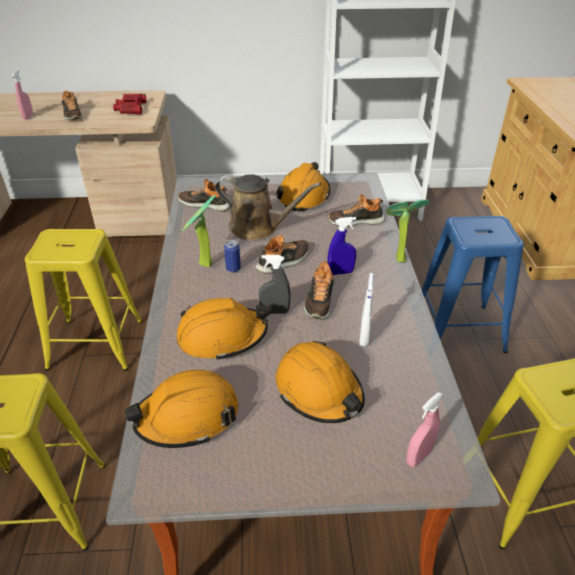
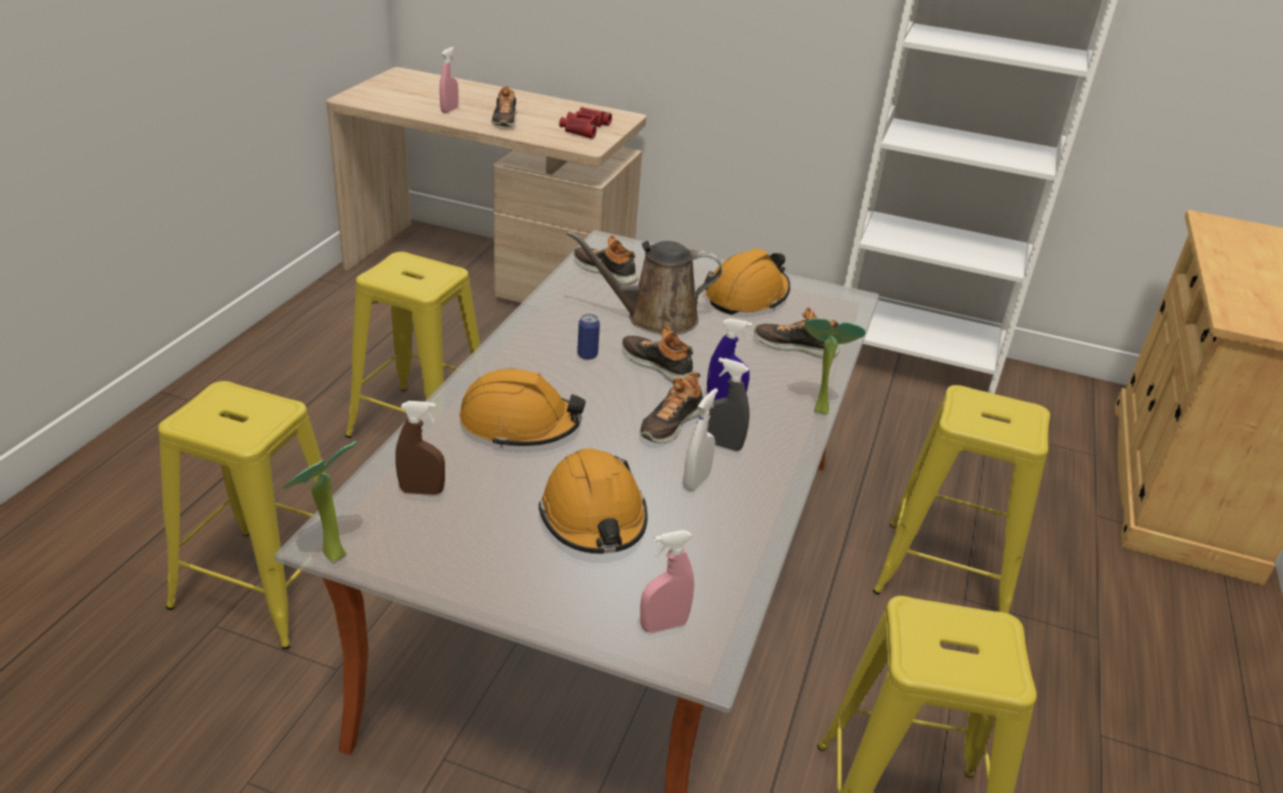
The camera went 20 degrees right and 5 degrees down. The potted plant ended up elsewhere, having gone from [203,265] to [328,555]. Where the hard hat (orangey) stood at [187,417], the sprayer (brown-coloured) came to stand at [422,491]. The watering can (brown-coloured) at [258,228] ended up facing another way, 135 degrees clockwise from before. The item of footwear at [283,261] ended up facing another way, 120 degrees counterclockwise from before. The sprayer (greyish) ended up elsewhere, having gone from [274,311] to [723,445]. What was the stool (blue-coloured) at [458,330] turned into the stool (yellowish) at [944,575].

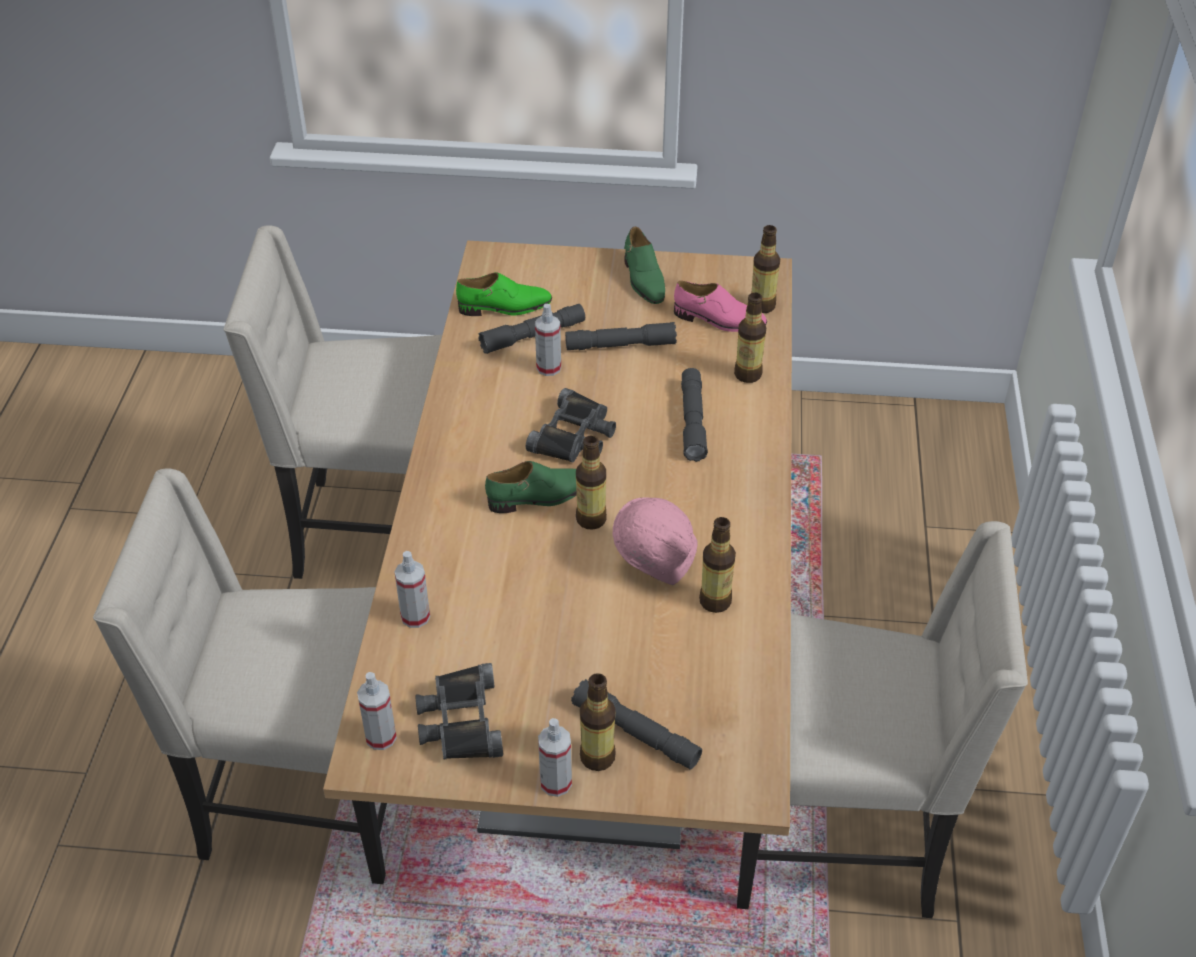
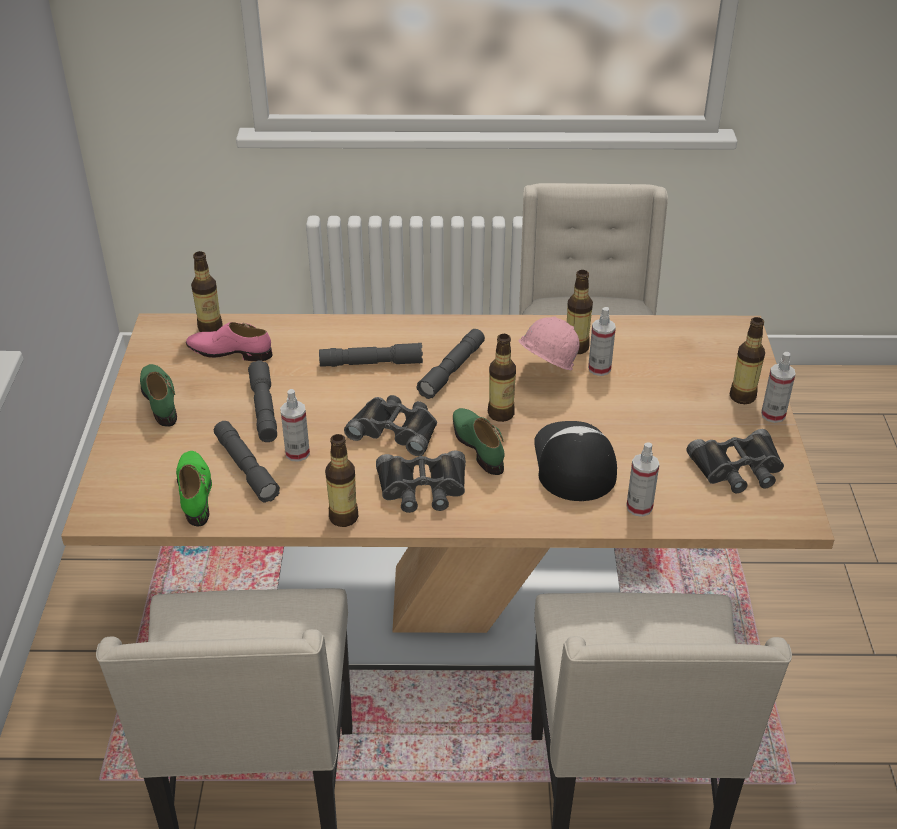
The camera went 95 degrees left and 5 degrees down. The item of footwear (greenish) at [643,280] ended up facing another way, 90 degrees counterclockwise from before. The item of footwear (pinkish) at [719,320] ended up facing another way, 90 degrees counterclockwise from before. The drink bottle ended up elsewhere, having gone from [748,374] to [343,517]. The second view gained the binoculars (blackish) at [422,488]. The torch (greyish) ended up elsewhere, having gone from [636,733] to [452,370]. The second view gained the baseball cap at [573,462]. The sprayer ended up elsewhere, having gone from [381,737] to [599,369].

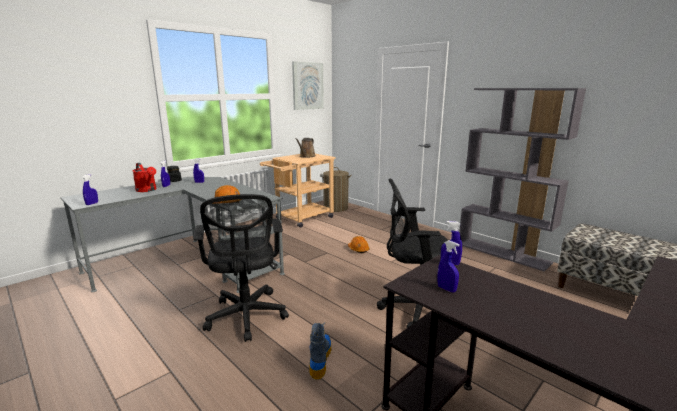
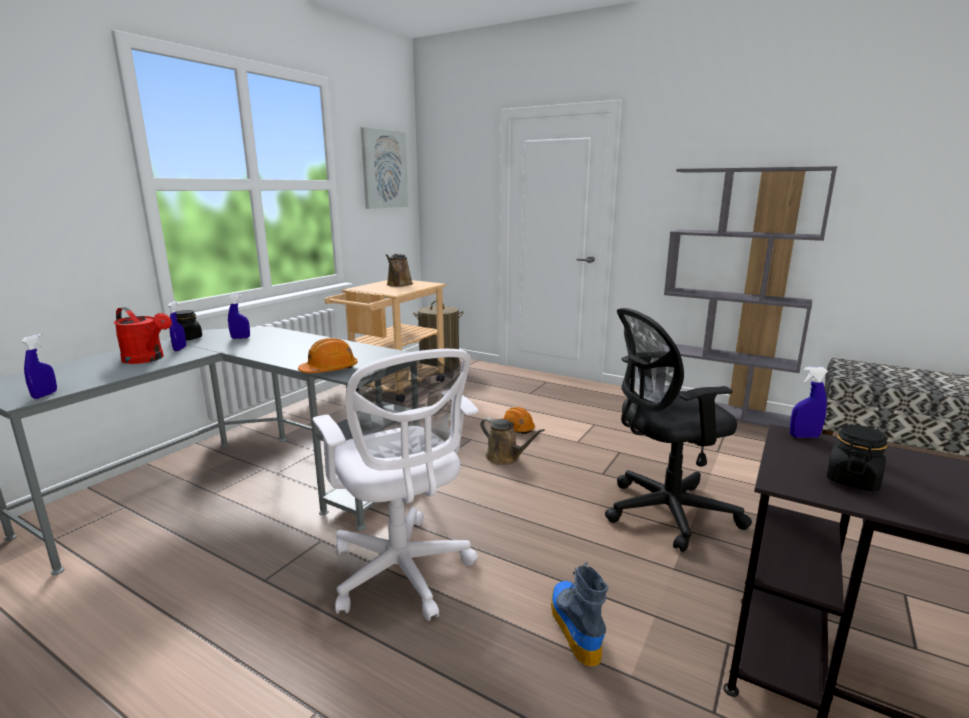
The camera went 15 degrees left and 0 degrees up. What was the office chair (blackish) at [246,317] turned into the office chair (white) at [402,574]. The second view gained the watering can (brown-coloured) at [505,457]. Where the sprayer (blue-coloured) stood at [446,289], the storage jar (blackish) came to stand at [852,480].

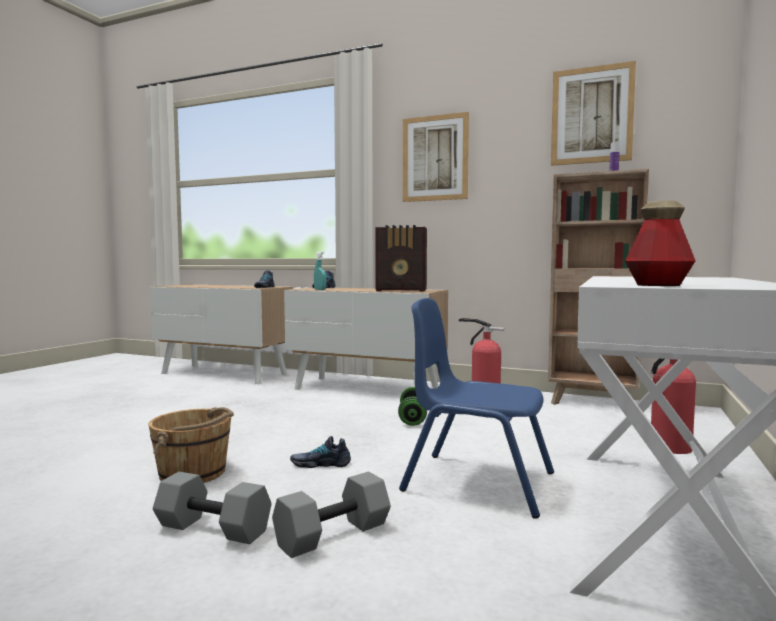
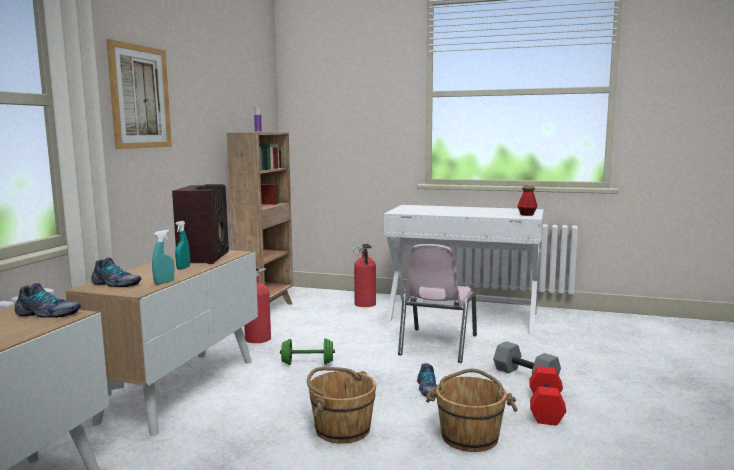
The camera went 95 degrees left and 5 degrees up. The second view gained the sprayer (turquoise) at [183,268]. The second view gained the pail (brown-coloured) at [341,429]. What was the chair (blue-coloured) at [478,482] turned into the chair (pinkish) at [437,345]. What was the hand weight (greyish) at [215,528] turned into the hand weight (red) at [544,408]. The second view lost the wall art at [591,115].

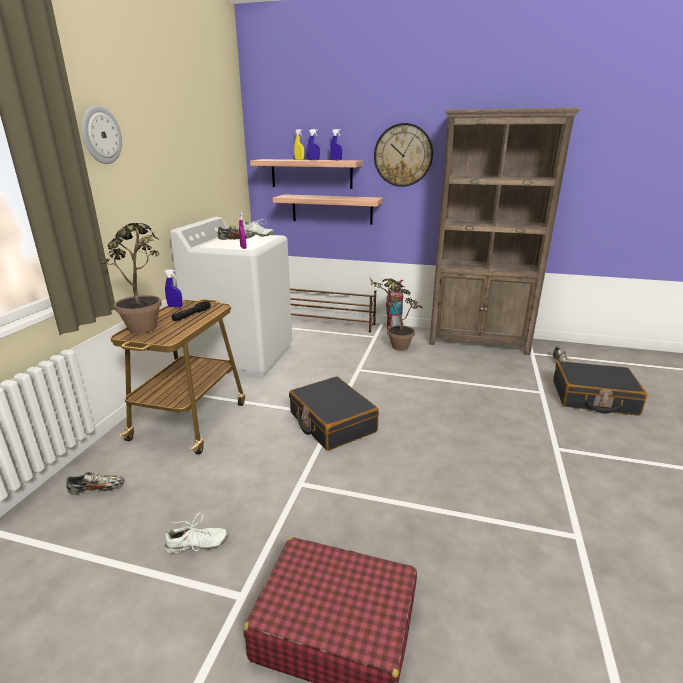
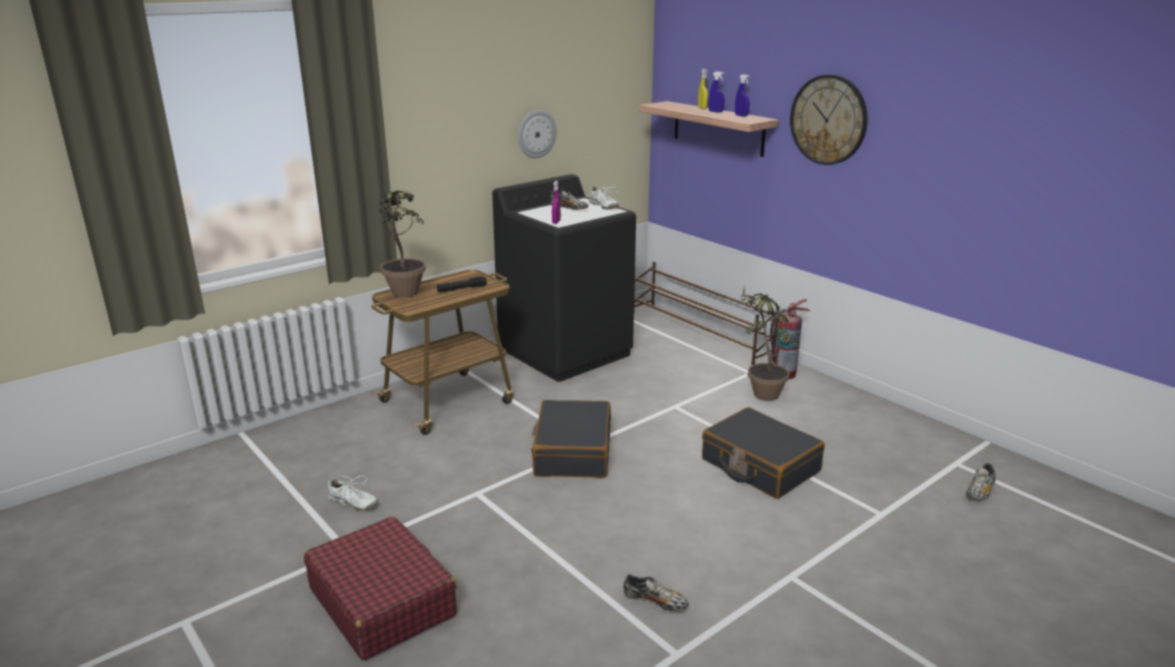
The camera went 35 degrees right and 0 degrees up. What was the laundry appliance (white) at [243,356] turned into the laundry appliance (blackish) at [566,352]. The wall clock ended up elsewhere, having gone from [101,135] to [536,134]. The item of footwear ended up elsewhere, having gone from [97,489] to [655,602]. The suitcase (blackish) ended up elsewhere, having gone from [593,398] to [759,466]. The second view lost the sprayer (blue-coloured) at [175,307]. The second view lost the wall shelf at [332,209]. The second view lost the shelving unit (brown-coloured) at [479,342].

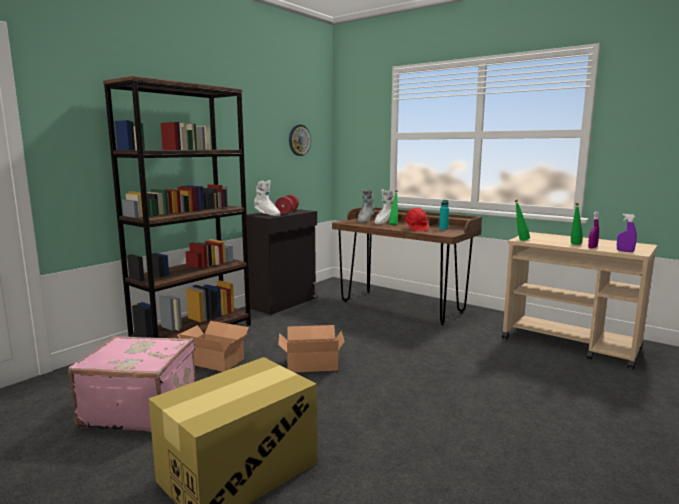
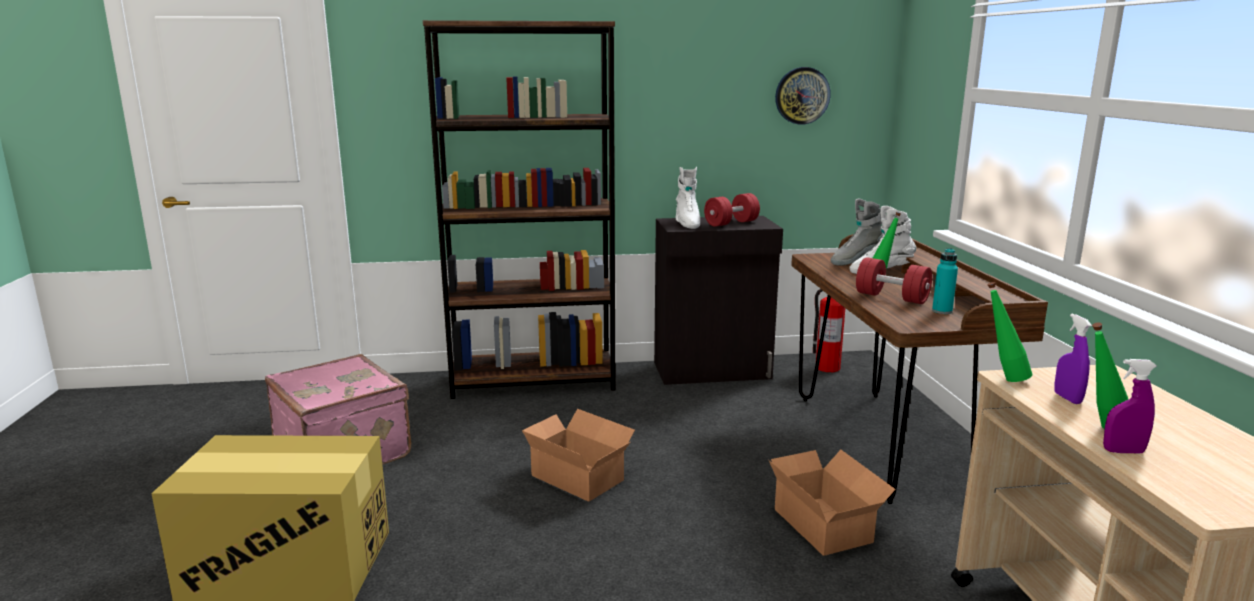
The camera went 45 degrees right and 5 degrees up. The packing box ended up elsewhere, having gone from [215,360] to [824,523]. The second view gained the fire extinguisher at [827,367]. Where the hard hat (red) stood at [416,228], the hand weight (red) came to stand at [891,297]. The sprayer (purple) ended up elsewhere, having gone from [625,251] to [1067,398].

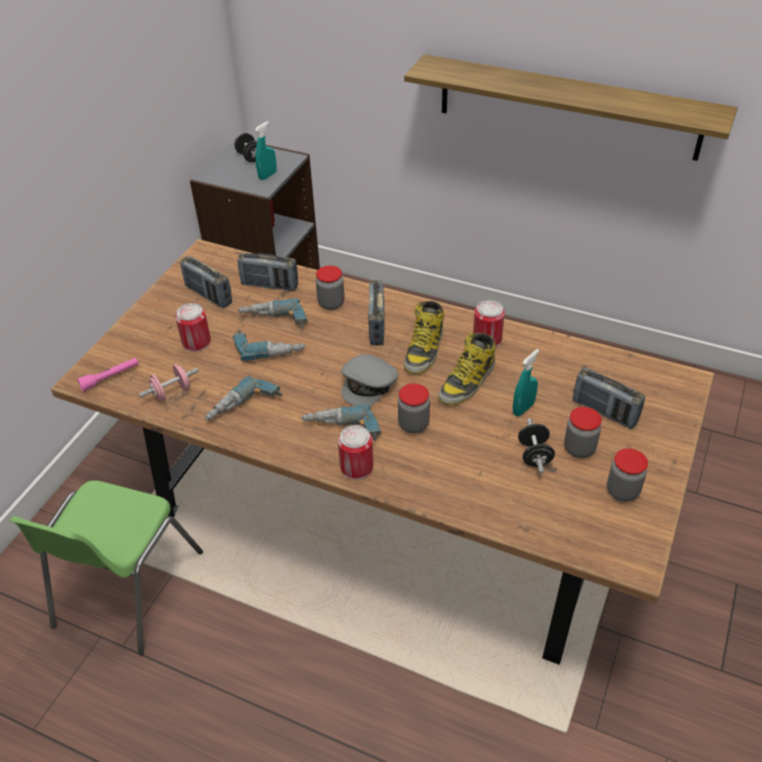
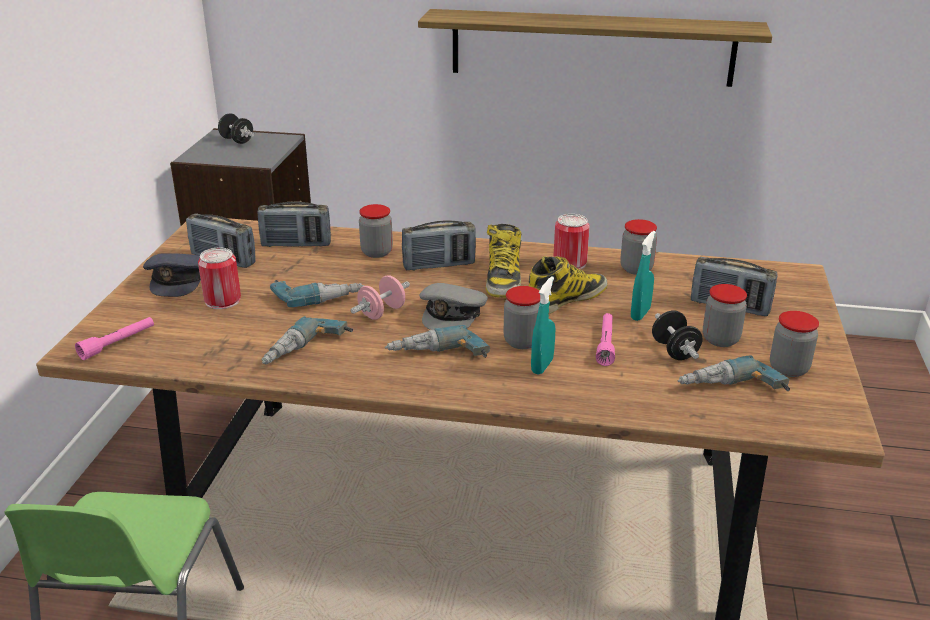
The camera went 15 degrees left and 15 degrees down. The second view gained the baseball cap (greyish) at [179,279]. The hand weight (pinkish) ended up elsewhere, having gone from [172,393] to [382,312]. The radio receiver at [376,326] ended up facing another way, 90 degrees counterclockwise from before. The high-top boot at [467,381] ended up facing another way, 150 degrees counterclockwise from before. The sprayer (turquoise) ended up elsewhere, having gone from [268,175] to [542,366]. The second view gained the torch (pinkish) at [605,344]. The second view gained the storage jar at [636,269]. The drill ended up elsewhere, having gone from [273,322] to [732,391]. The second view lost the metal can at [356,467].

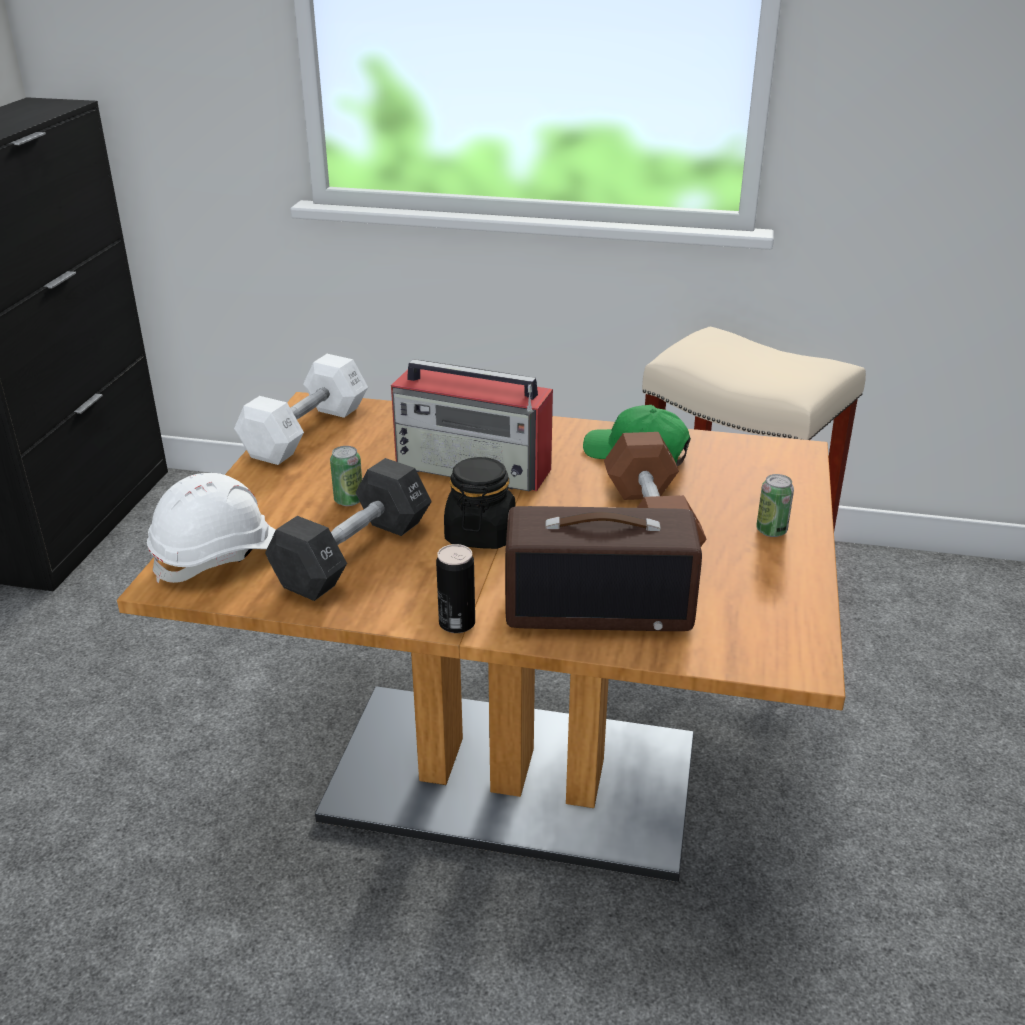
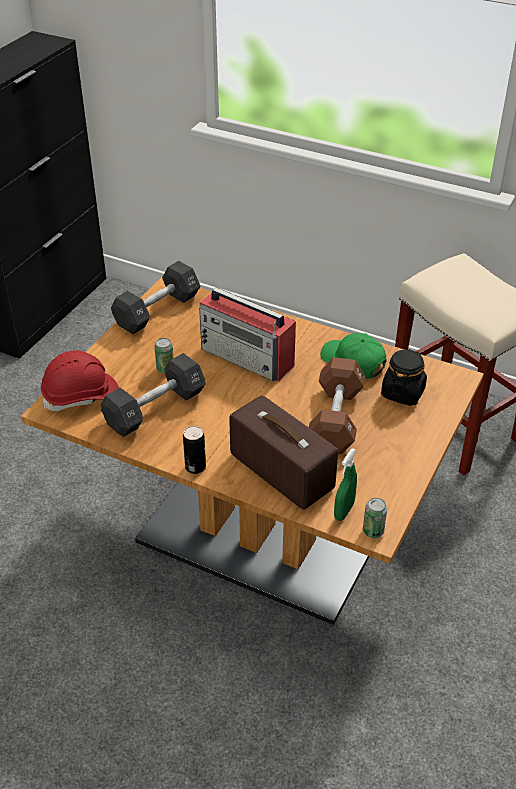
The camera went 15 degrees right and 10 degrees up. What was the hard hat (white) at [220,556] turned into the hard hat (red) at [81,396]. What was the hand weight (white) at [306,432] turned into the hand weight (blackish) at [157,311]. The radio receiver at [600,606] ended up facing another way, 150 degrees counterclockwise from before. The second view gained the sprayer (greenish) at [344,511]. The metal can ended up elsewhere, having gone from [771,530] to [373,531]. The storage jar (blackish) ended up elsewhere, having gone from [480,533] to [402,392].

